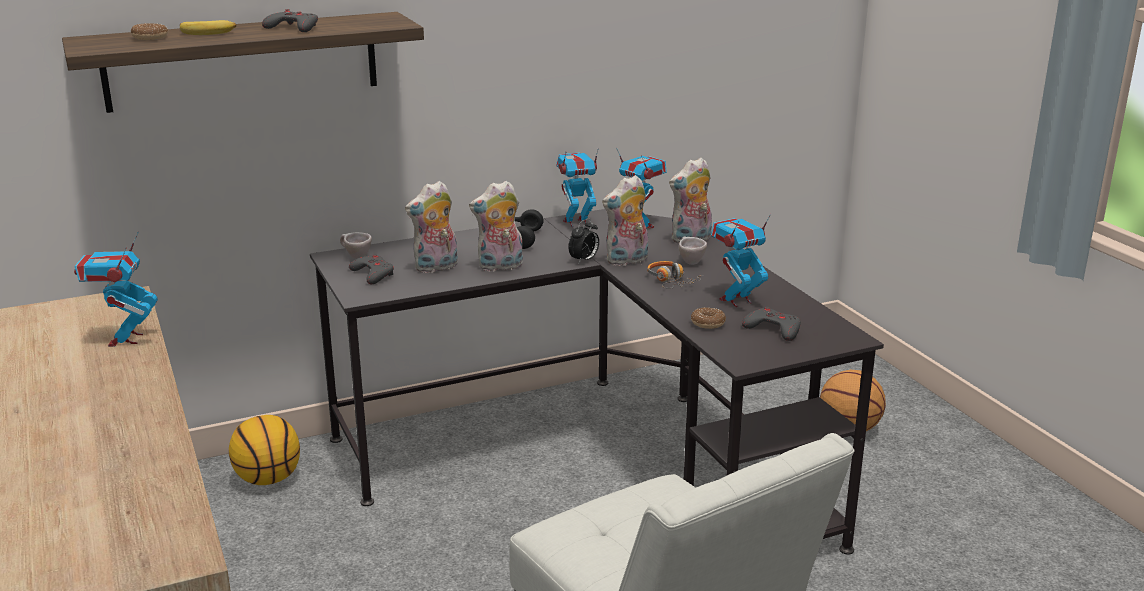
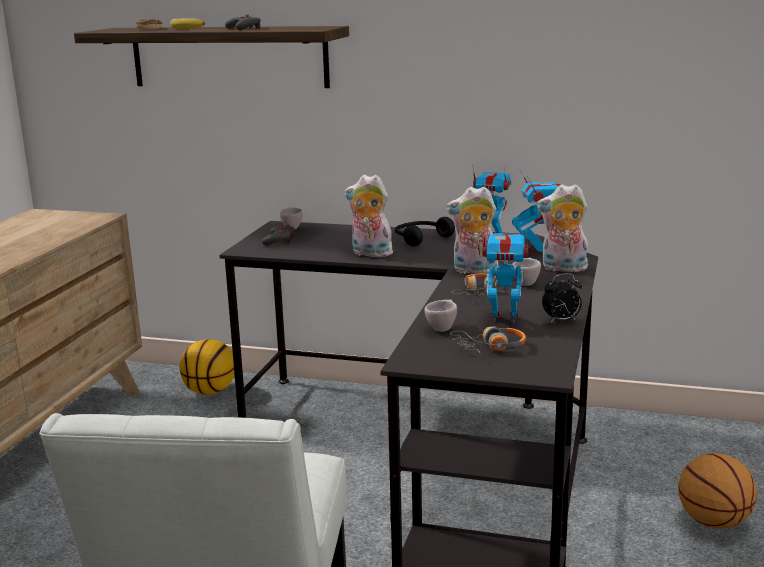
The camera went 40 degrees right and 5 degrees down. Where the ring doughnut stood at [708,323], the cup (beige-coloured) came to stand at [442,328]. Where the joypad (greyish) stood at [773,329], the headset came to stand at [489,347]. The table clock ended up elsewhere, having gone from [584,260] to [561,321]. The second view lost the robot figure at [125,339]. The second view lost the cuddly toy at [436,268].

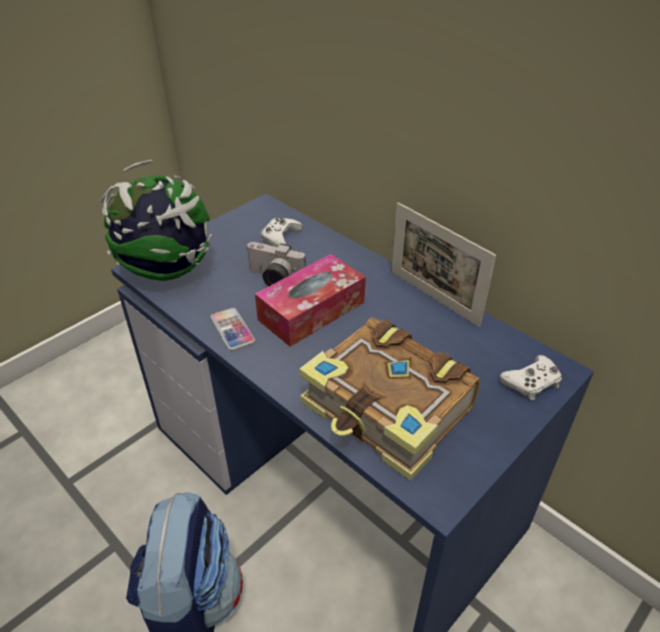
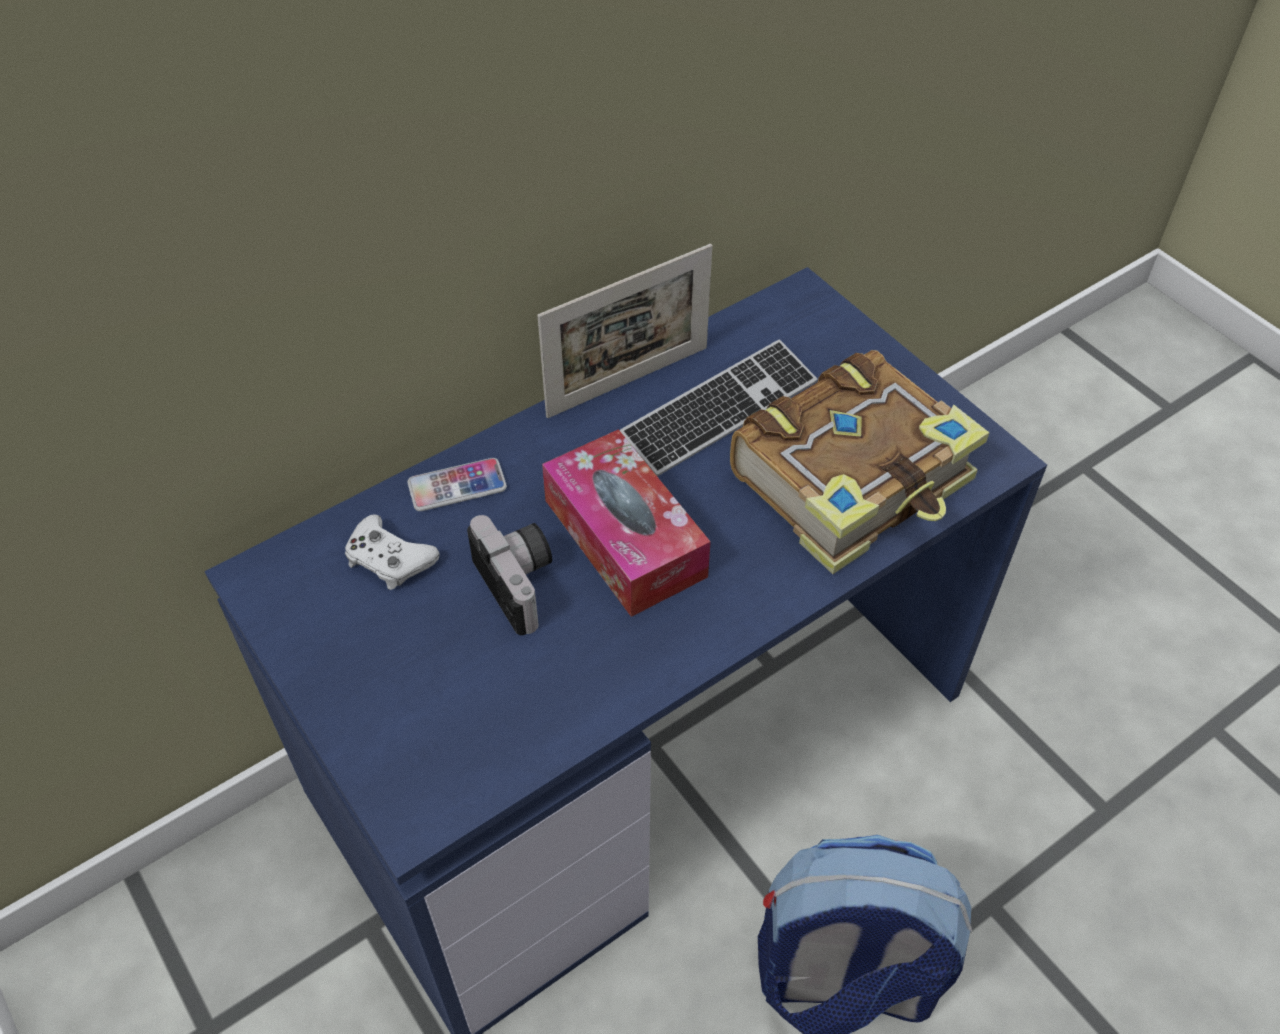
The camera went 80 degrees left and 10 degrees up. The phone ended up elsewhere, having gone from [232,329] to [457,486]. The still camera at [273,279] ended up facing another way, 60 degrees counterclockwise from before. The second view gained the keyboard at [720,410]. The second view lost the desk globe at [168,271]. The second view lost the joypad (white) at [531,382].

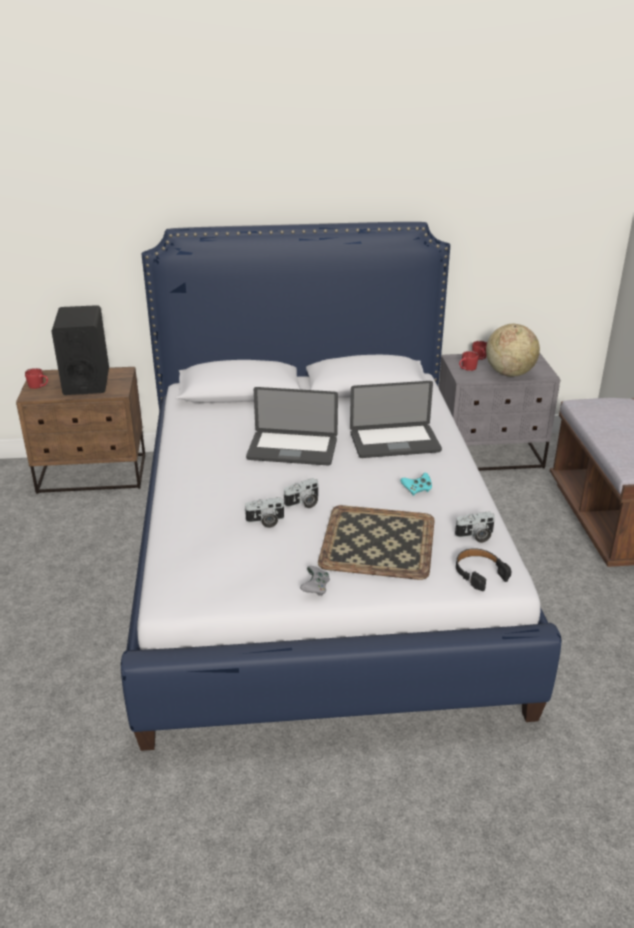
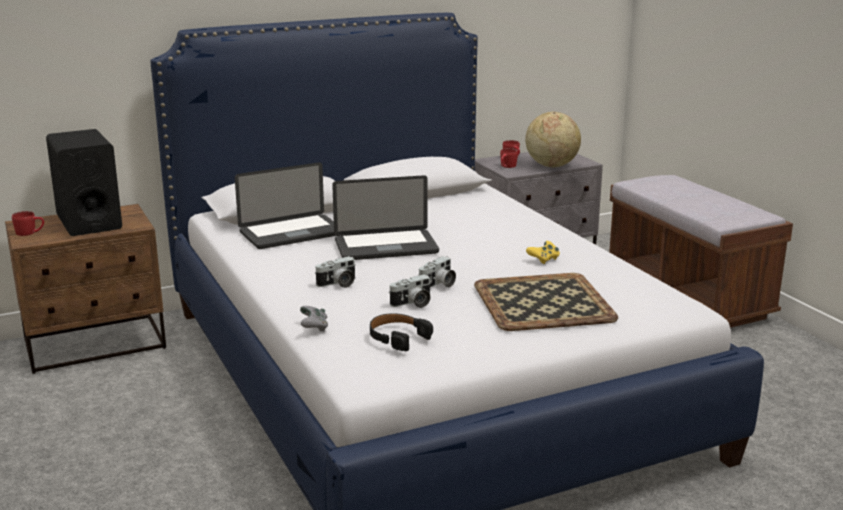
The camera went 20 degrees left and 10 degrees down. The portable computer ended up elsewhere, having gone from [395,443] to [292,233]. The joypad (greyish) ended up elsewhere, having gone from [315,588] to [314,327]. The still camera ended up elsewhere, having gone from [475,536] to [338,284]. The headset (blackish) ended up elsewhere, having gone from [479,573] to [397,337]. What was the joypad (turquoise) at [417,490] turned into the joypad (yellowish) at [543,259].

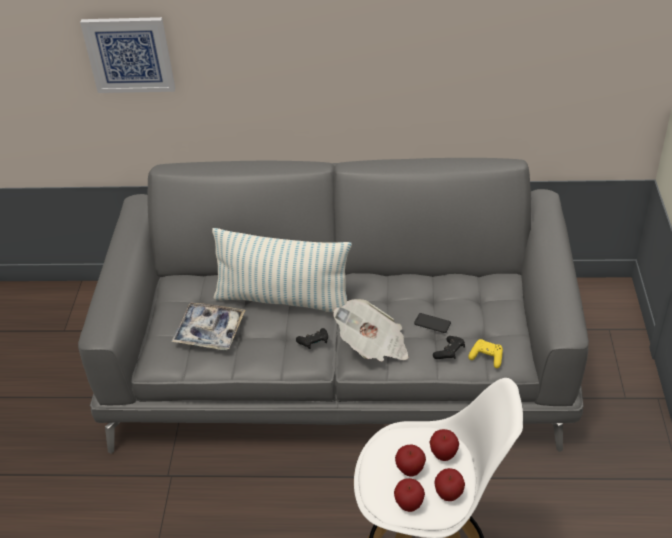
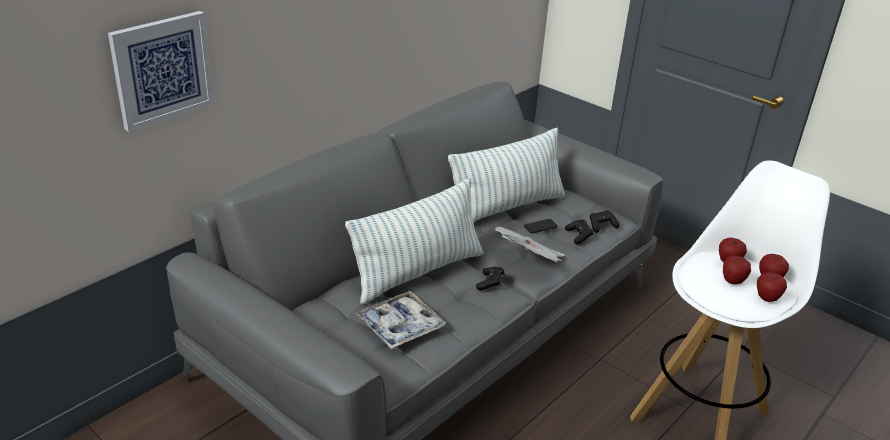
The camera went 55 degrees left and 10 degrees down. The second view gained the cushion at [507,208]. What was the joypad (yellowish) at [486,357] turned into the joypad (blackish) at [602,226].

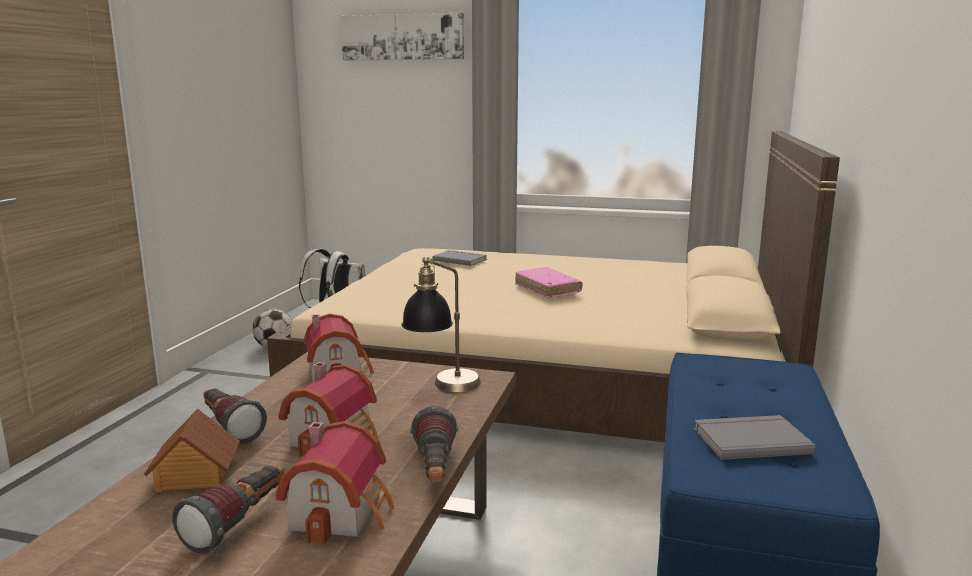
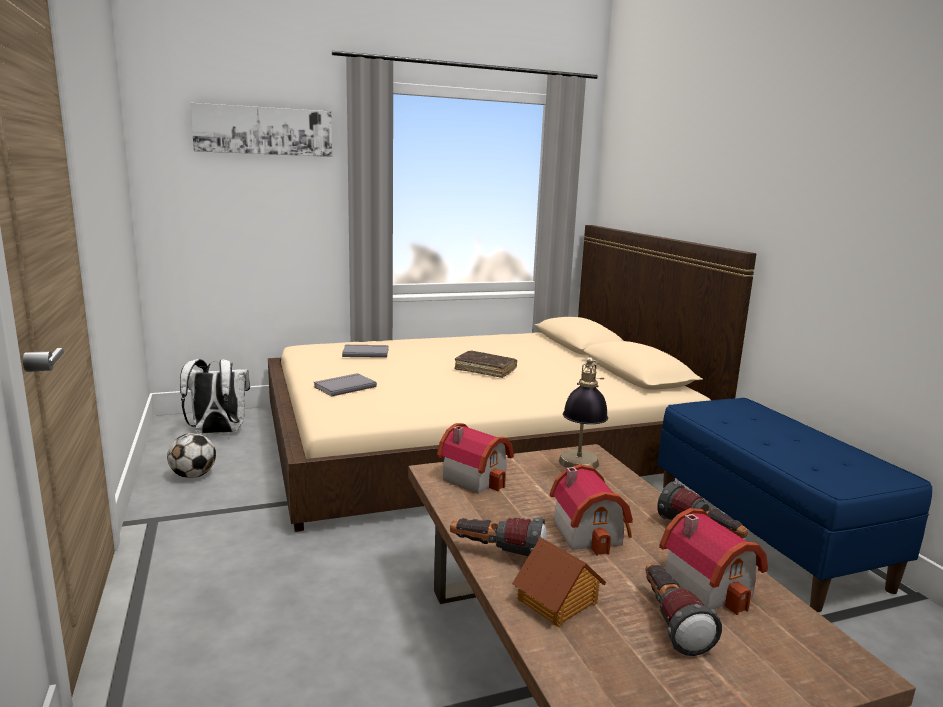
The camera went 35 degrees left and 0 degrees up. The book (greyish) ended up elsewhere, having gone from [749,440] to [344,386]. What was the book (pinkish) at [547,289] turned into the book (brown-coloured) at [485,370].

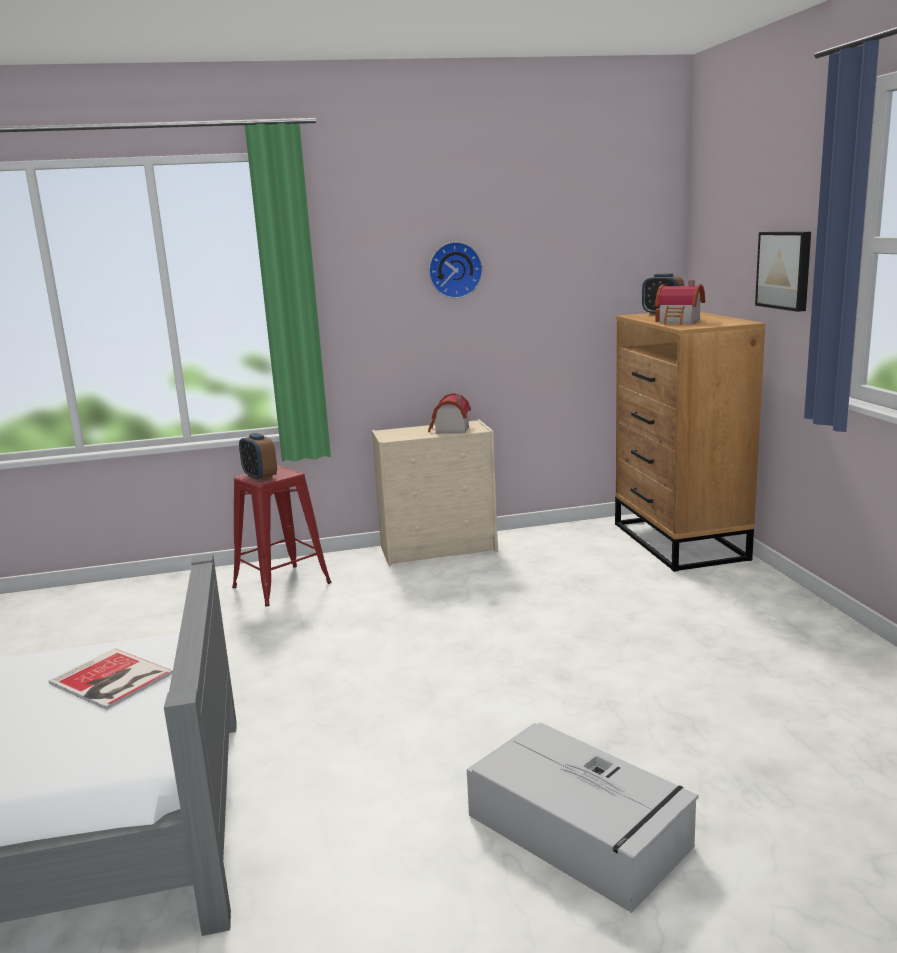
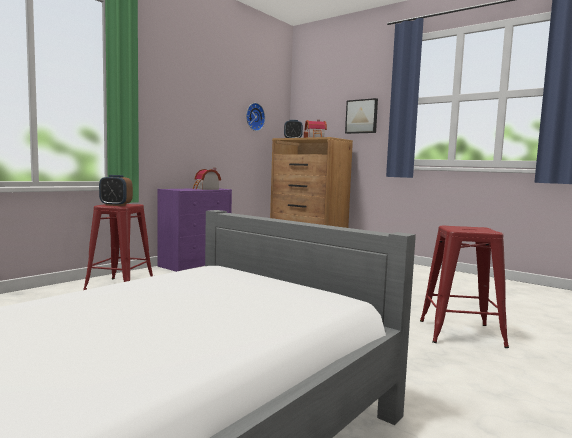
The camera went 40 degrees left and 10 degrees down. What was the dresser (beige-coloured) at [440,549] turned into the dresser (purple) at [196,263]. The wall clock ended up elsewhere, having gone from [454,270] to [254,117]. Where the storage bin (greyish) stood at [580,832], the stool (red) came to stand at [461,333]. The second view lost the book at [111,680].

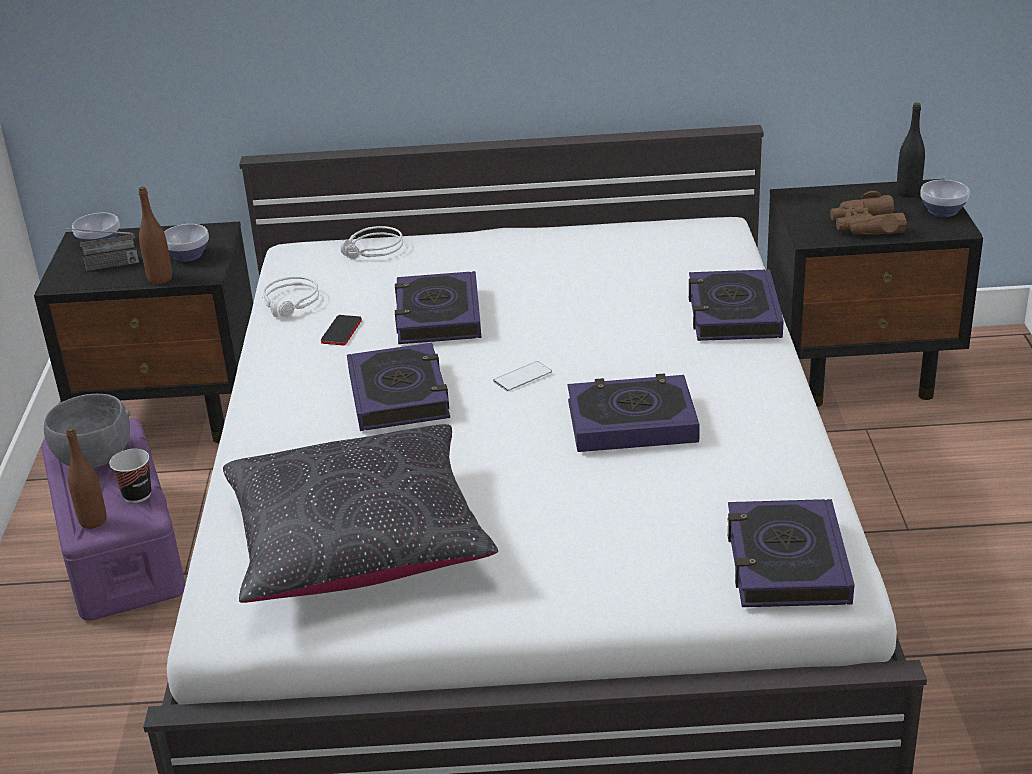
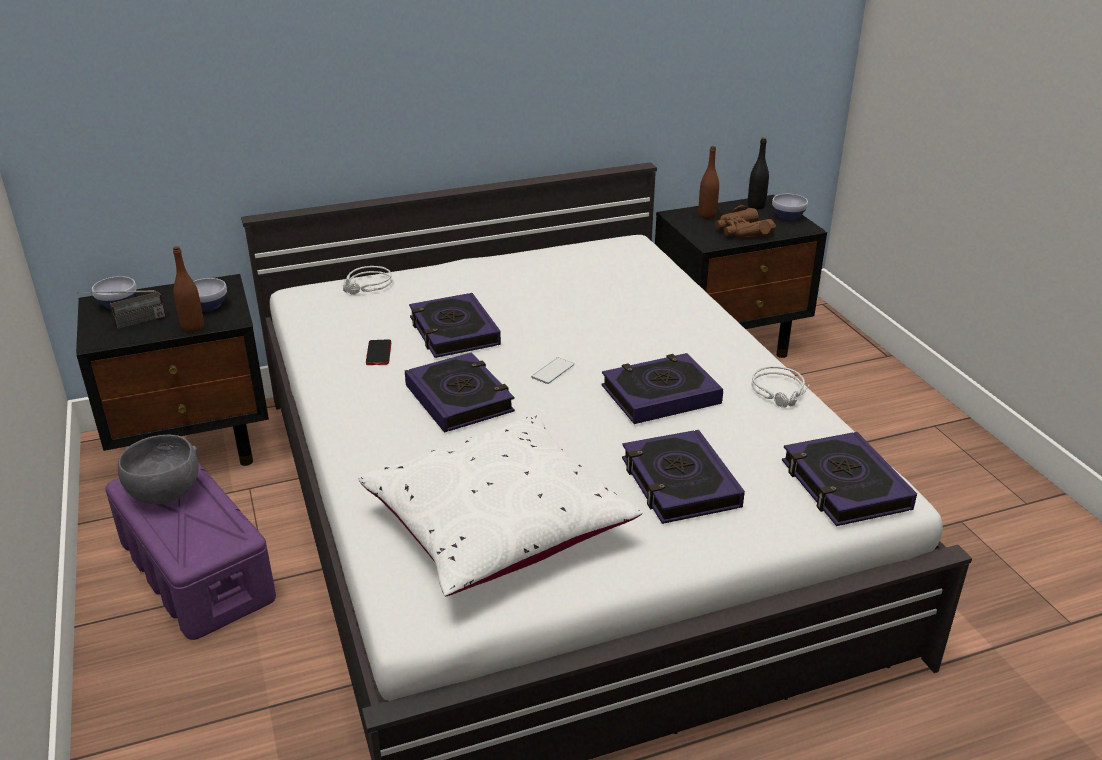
The camera went 20 degrees left and 0 degrees up. What was the cushion (blackish) at [358,542] turned into the cushion (white) at [497,525]. The book ended up elsewhere, having gone from [733,313] to [679,483]. The drink bottle (brown-coloured) ended up elsewhere, having gone from [93,521] to [707,215]. The headset (greyish) ended up elsewhere, having gone from [292,303] to [780,392]. The second view lost the cup at [137,495].

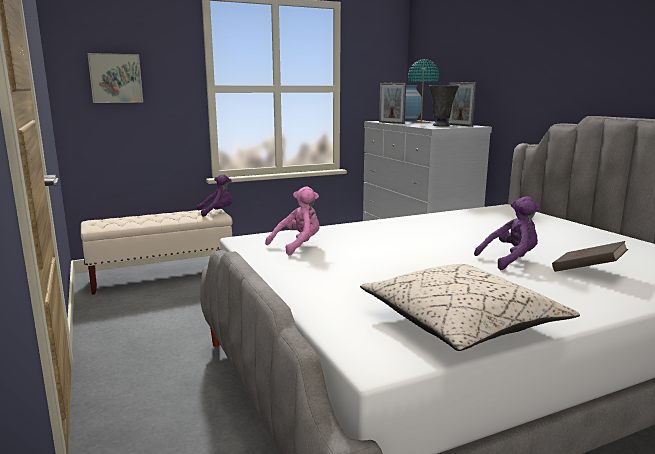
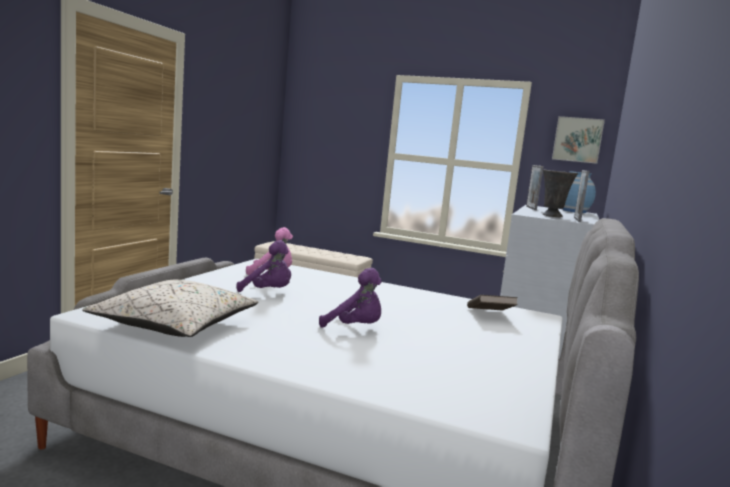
The camera went 45 degrees right and 5 degrees down. The cuddly toy (purple) ended up elsewhere, having gone from [217,212] to [268,292]. The book (brown-coloured) ended up elsewhere, having gone from [587,271] to [489,315]. The wall art ended up elsewhere, having gone from [115,78] to [577,140]. The second view lost the table lamp (turquoise) at [421,123].

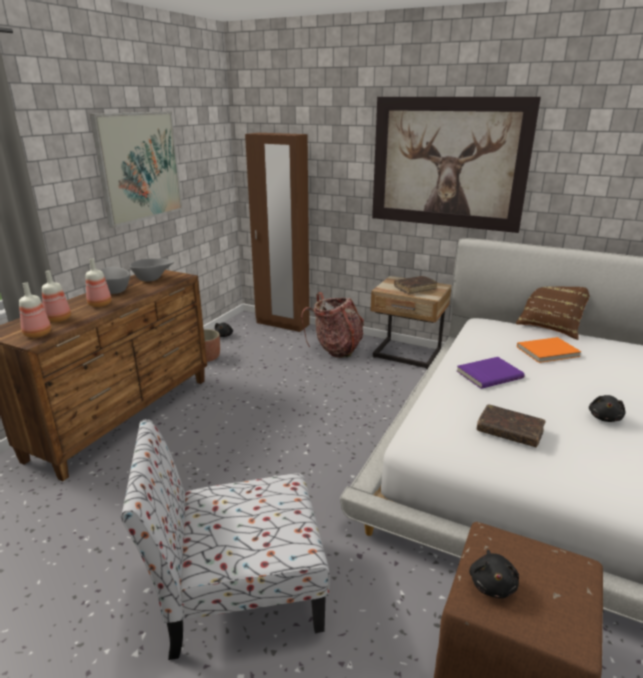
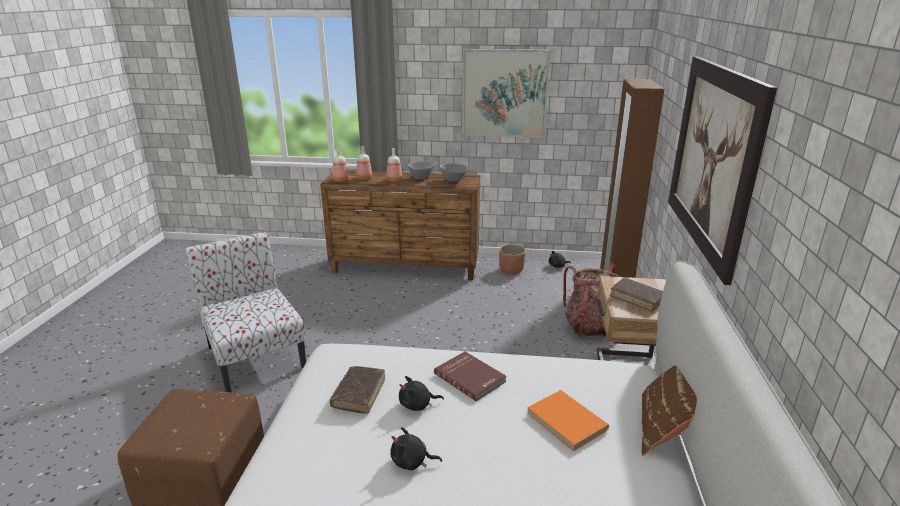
The camera went 70 degrees right and 0 degrees up. The cuddly toy (blackish) ended up elsewhere, having gone from [492,584] to [417,405]. What was the book (purple) at [488,374] turned into the book (red) at [470,377].

